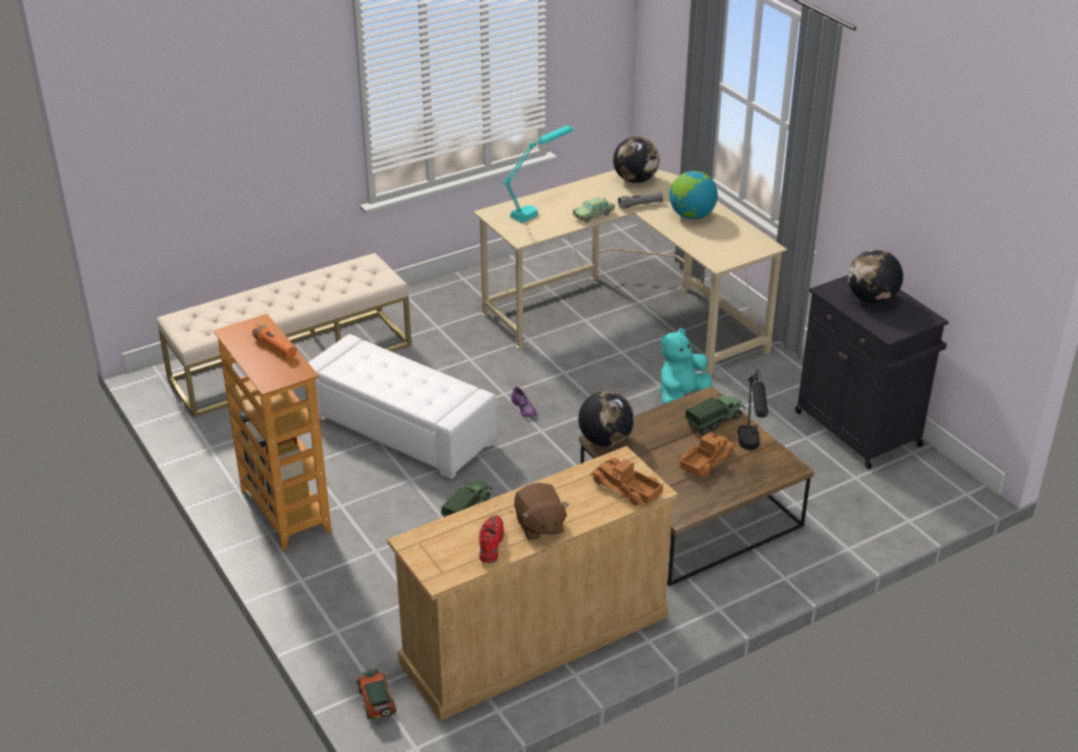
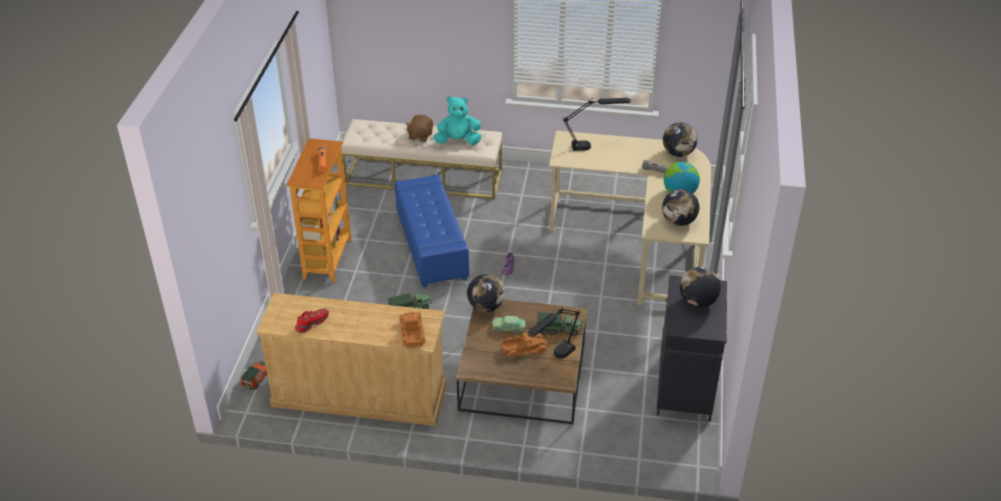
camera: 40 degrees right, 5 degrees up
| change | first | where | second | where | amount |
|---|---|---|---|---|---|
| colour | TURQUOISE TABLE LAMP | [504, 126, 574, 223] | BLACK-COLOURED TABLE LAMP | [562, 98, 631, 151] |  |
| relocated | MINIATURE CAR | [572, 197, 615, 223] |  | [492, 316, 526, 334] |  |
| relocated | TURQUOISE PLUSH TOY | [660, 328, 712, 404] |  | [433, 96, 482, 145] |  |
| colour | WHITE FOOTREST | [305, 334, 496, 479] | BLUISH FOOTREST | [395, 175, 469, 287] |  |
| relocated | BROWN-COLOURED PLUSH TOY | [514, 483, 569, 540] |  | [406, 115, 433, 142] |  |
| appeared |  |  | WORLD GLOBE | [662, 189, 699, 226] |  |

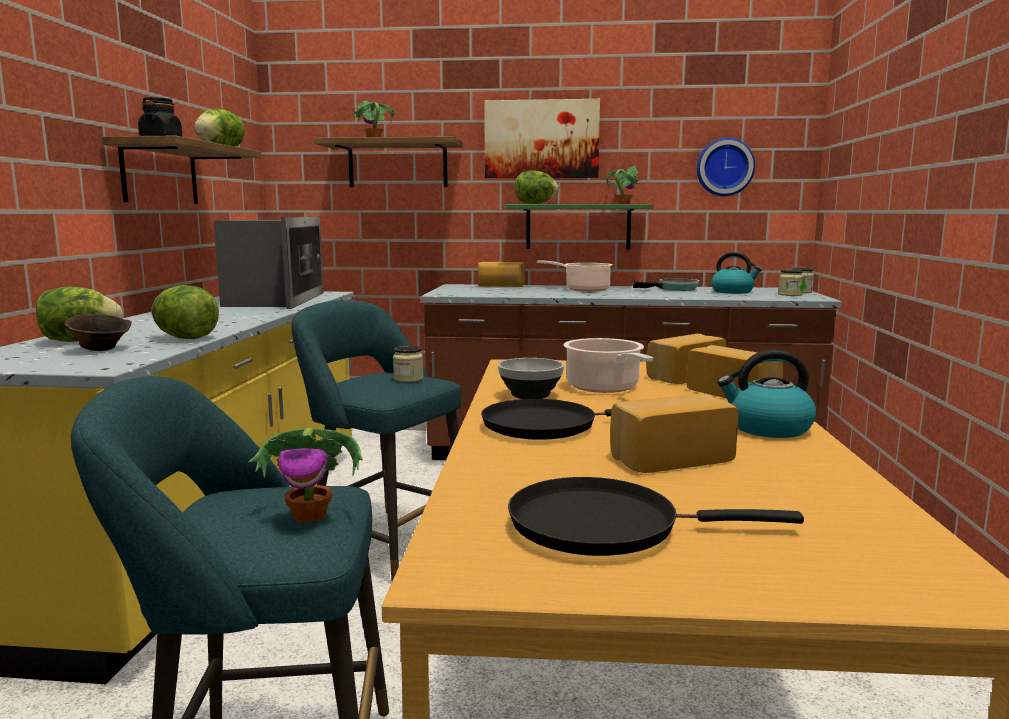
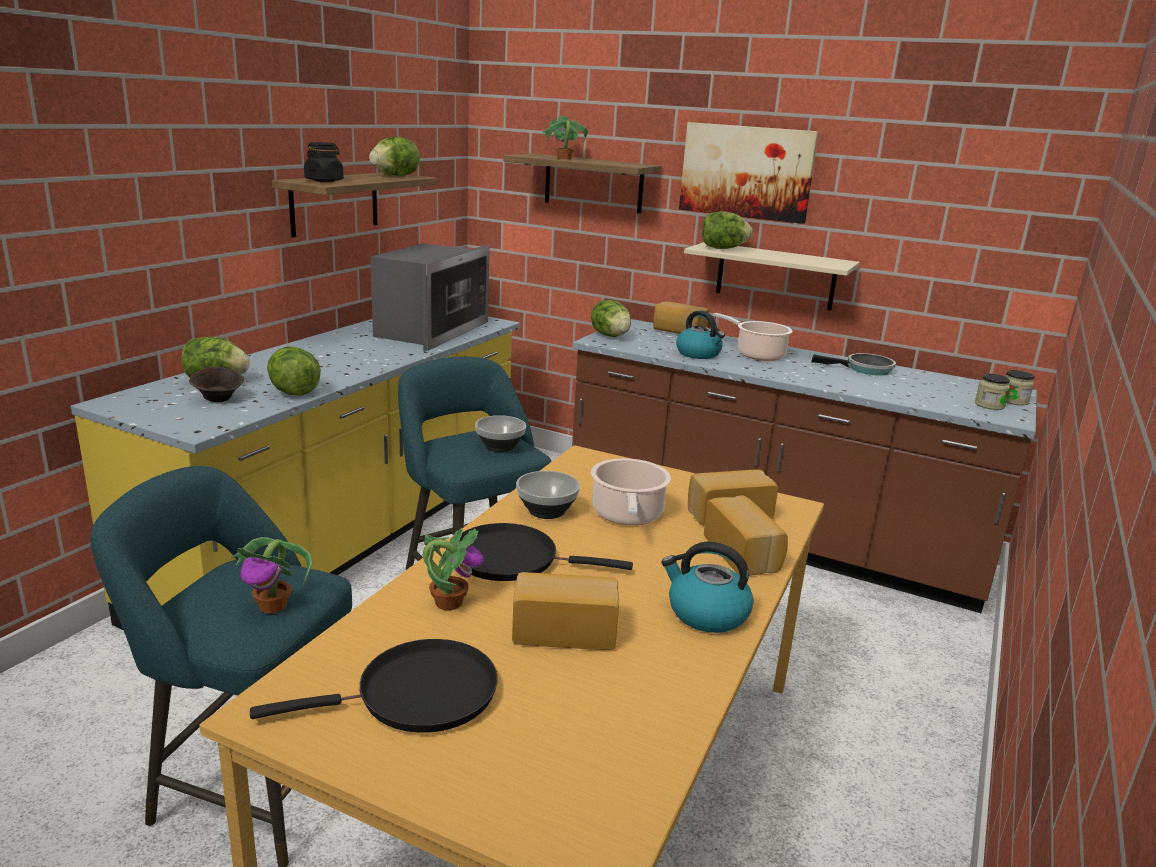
camera: 20 degrees right, 10 degrees up
| change | first | where | second | where | amount |
|---|---|---|---|---|---|
| missing | WALL CLOCK | [697, 138, 755, 196] |  |  |  |
| relocated | HOUSEPLANT | [606, 166, 640, 204] |  | [423, 528, 484, 610] |  |
| colour | GREEN WALL SHELF | [505, 204, 653, 249] | BEIGE-COLOURED WALL SHELF | [684, 242, 860, 310] |  |
| relocated | TEA KETTLE | [711, 252, 762, 294] |  | [676, 310, 725, 359] |  |
| exchanged | PRESERVE JAR | [393, 346, 424, 382] | DEEP DISH | [475, 415, 526, 452] |  |
| spun | BLACK-COLOURED PAN | [508, 477, 804, 556] |  | [250, 639, 498, 733] | 135 degrees clockwise |
| appeared |  |  | LETTUCE HEAD | [591, 300, 631, 337] |  |

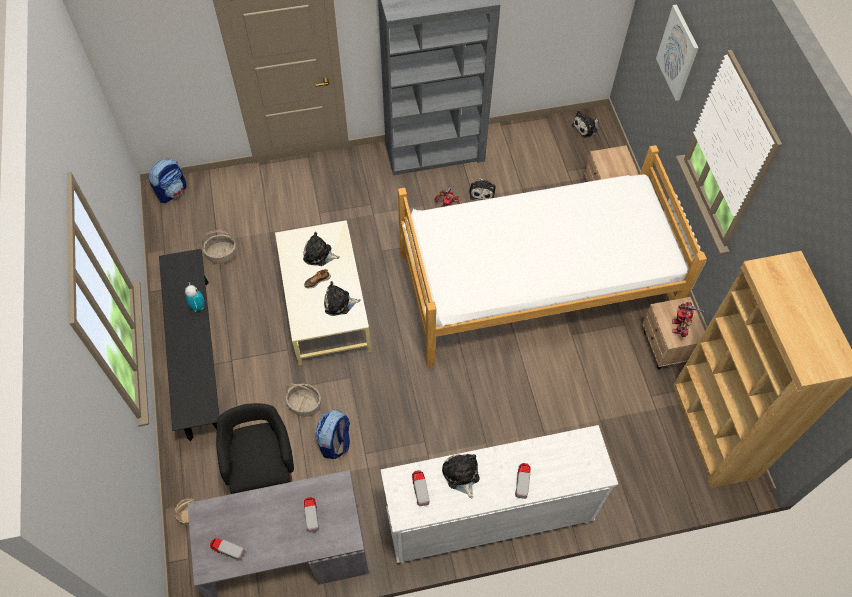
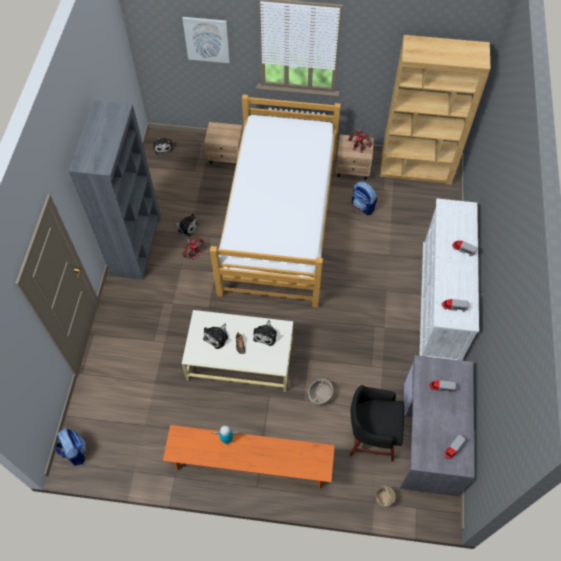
camera: 70 degrees left, 0 degrees up
| change | first | where | second | where | amount |
|---|---|---|---|---|---|
| missing | HOUSEHOLD BASKET | [202, 230, 237, 264] |  |  |  |
| colour | BLACK-COLOURED LONG SEAT | [159, 249, 219, 441] | ORANGE-COLOURED LONG SEAT | [163, 425, 335, 489] |  |
| relocated | RUCKSACK | [315, 410, 350, 459] |  | [352, 181, 377, 215] |  |
| missing | PLUSH TOY | [442, 454, 480, 498] |  |  |  |

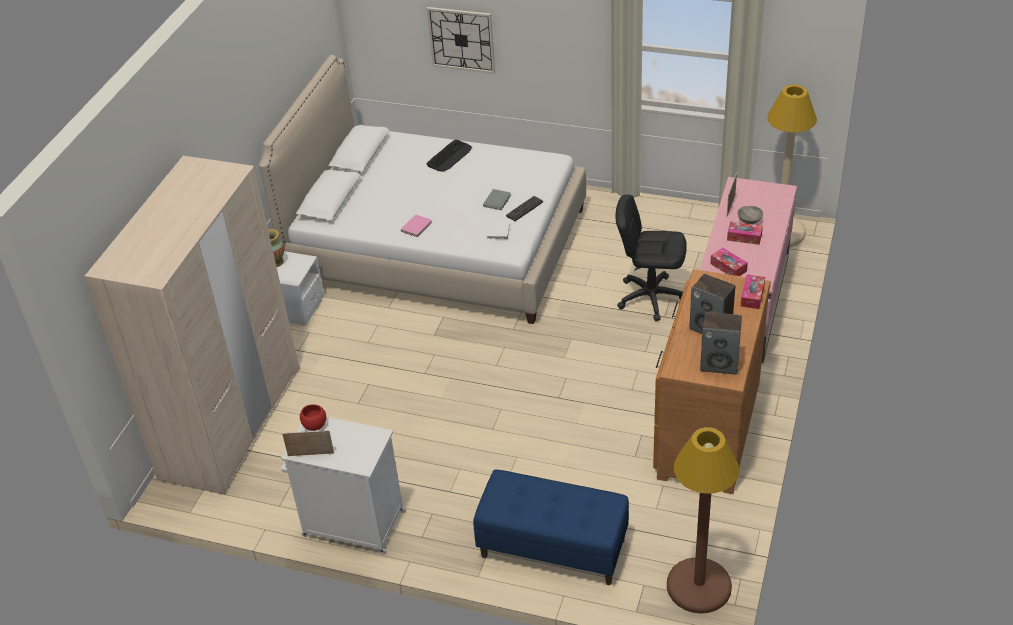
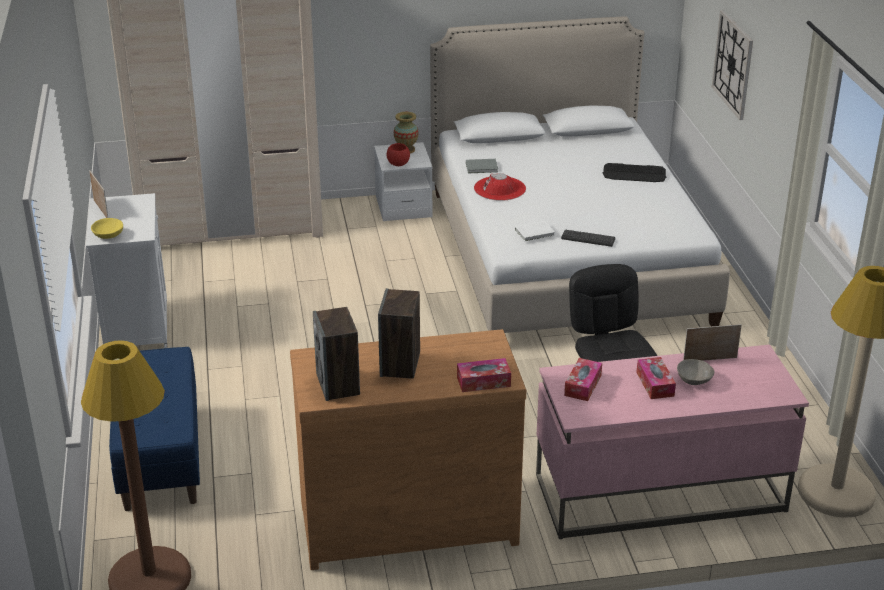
camera: 60 degrees right, 10 degrees down
| change | first | where | second | where | amount |
|---|---|---|---|---|---|
| relocated | GRAY BOUND BOOK | [483, 189, 511, 210] |  | [466, 159, 498, 173] |  |
| exchanged | PINK BOUND BOOK | [401, 214, 432, 237] | RED CLOTHING HAT | [474, 173, 526, 201] |  |
| relocated | RED DEEP DISH | [300, 404, 326, 431] |  | [387, 143, 410, 166] |  |
| appeared |  |  | YELLOW DEEP DISH | [91, 218, 123, 239] |  |

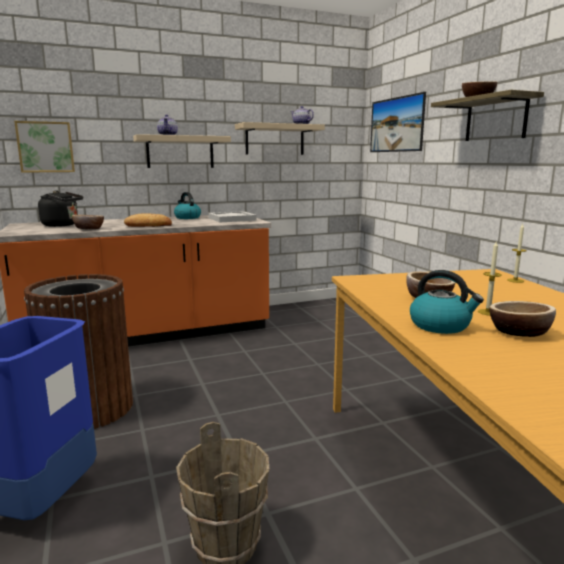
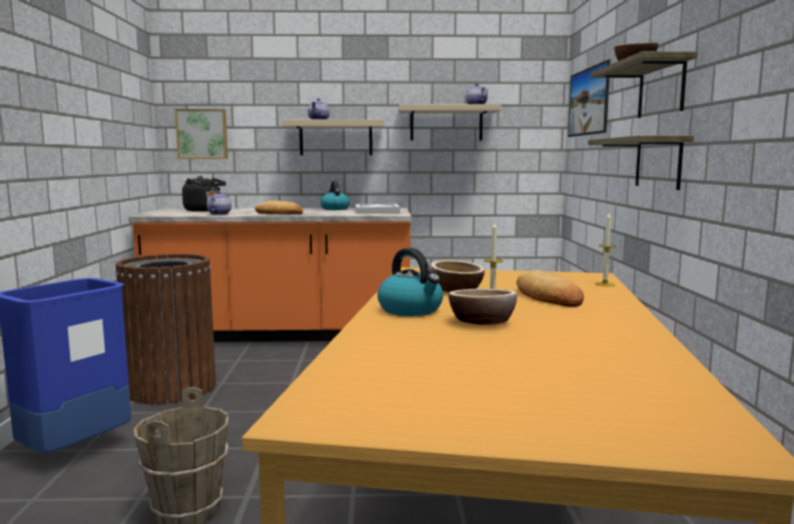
camera: 20 degrees right, 5 degrees down
| change | first | where | second | where | amount |
|---|---|---|---|---|---|
| exchanged | DEEP DISH | [72, 215, 104, 229] | TEAPOT | [207, 191, 231, 215] |  |
| appeared |  |  | WALL SHELF | [588, 135, 694, 190] |  |
| appeared |  |  | BAKED BREAD | [516, 270, 584, 307] |  |

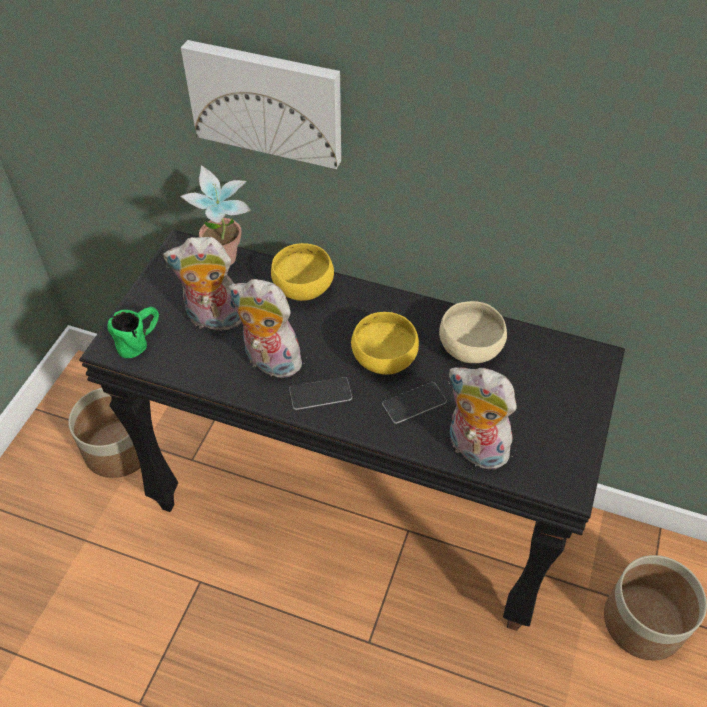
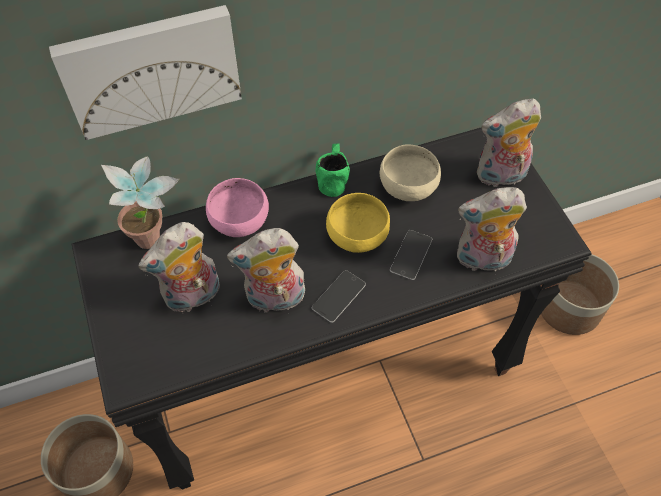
camera: 40 degrees left, 5 degrees up
| change | first | where | second | where | amount |
|---|---|---|---|---|---|
| colour | YELLOW DEEP DISH | [271, 243, 334, 301] | PINK DEEP DISH | [206, 178, 269, 237] |  |
| relocated | GREEN MUG | [107, 307, 159, 358] |  | [315, 143, 350, 197] |  |
| appeared |  |  | PLUSH TOY | [477, 99, 541, 188] |  |

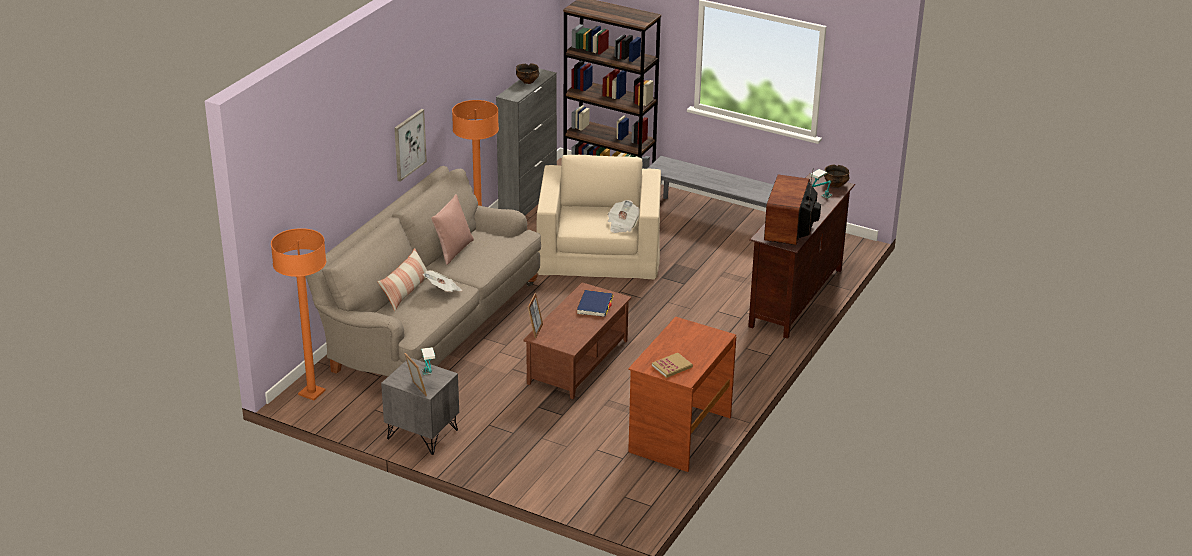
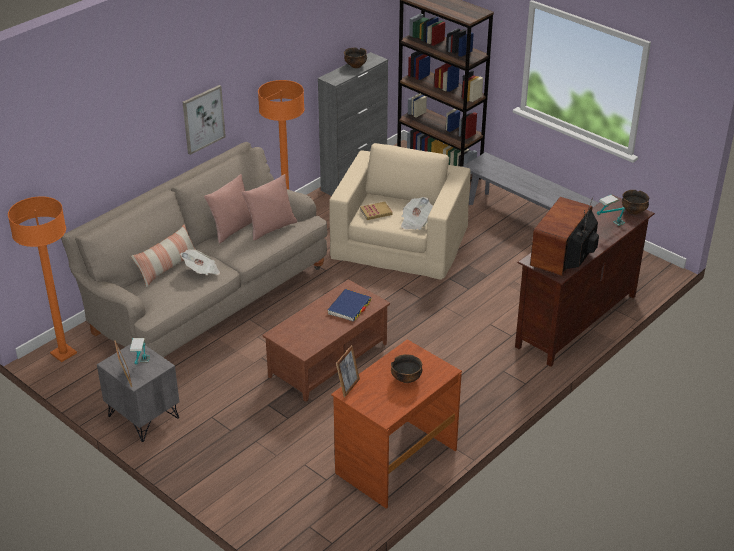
camera: 15 degrees right, 5 degrees up
| change | first | where | second | where | amount |
|---|---|---|---|---|---|
| relocated | PICTURE FRAME | [528, 293, 543, 338] |  | [336, 345, 360, 397] |  |
| relocated | BOUND BOOK | [652, 353, 693, 378] |  | [360, 202, 393, 220] |  |
| appeared |  |  | PINK CUSHION | [242, 174, 297, 240] |  |
| appeared |  |  | DEEP DISH | [391, 354, 422, 383] |  |

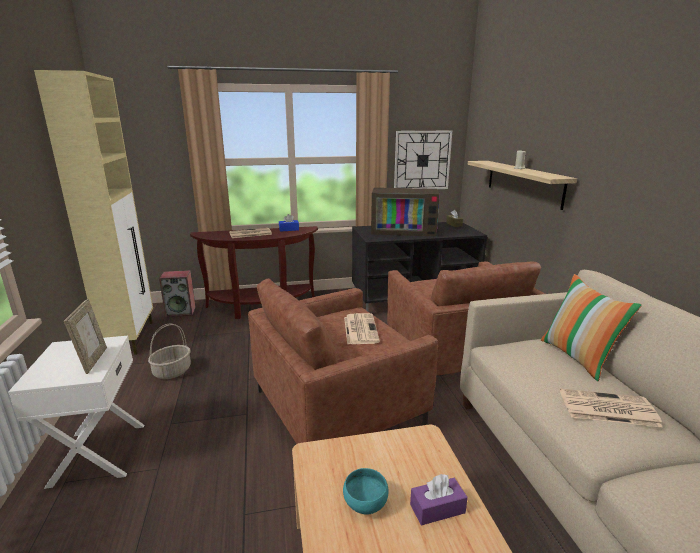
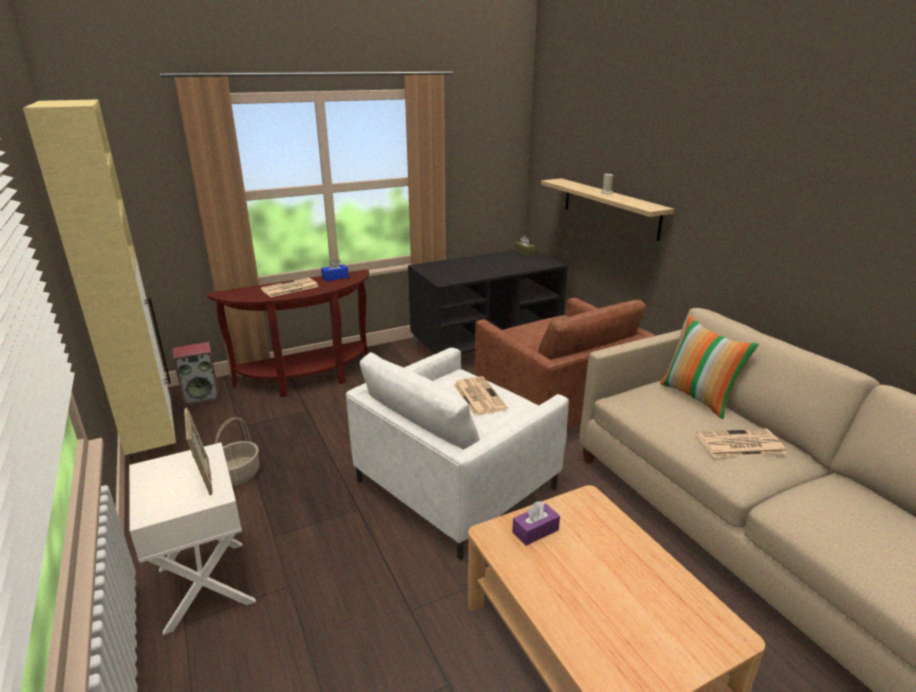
camera: 15 degrees left, 5 degrees up
| change | first | where | second | where | amount |
|---|---|---|---|---|---|
| missing | WALL CLOCK | [394, 131, 452, 189] |  |  |  |
| missing | TV | [371, 188, 440, 236] |  |  |  |
| colour | BROWN-COLOURED EASY CHAIR | [248, 278, 438, 444] | WHITE EASY CHAIR | [346, 348, 569, 560] |  |
| missing | TURQUOISE DEEP DISH | [343, 468, 388, 514] |  |  |  |
| relocated | PURPLE-COLOURED TISSUE BOX | [410, 474, 468, 525] |  | [512, 501, 560, 546] |  |

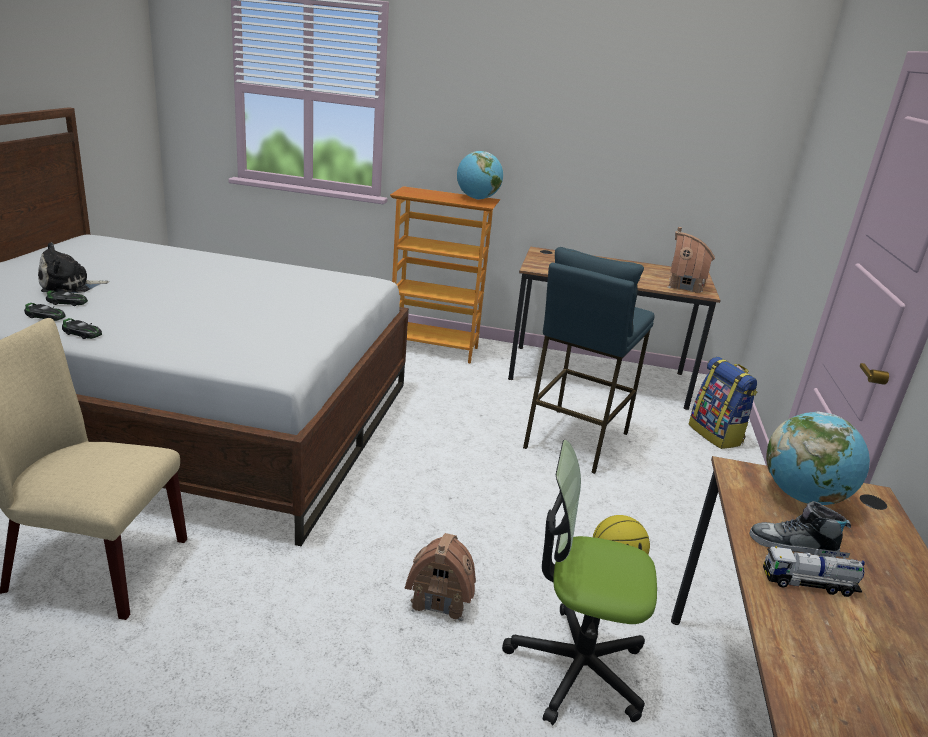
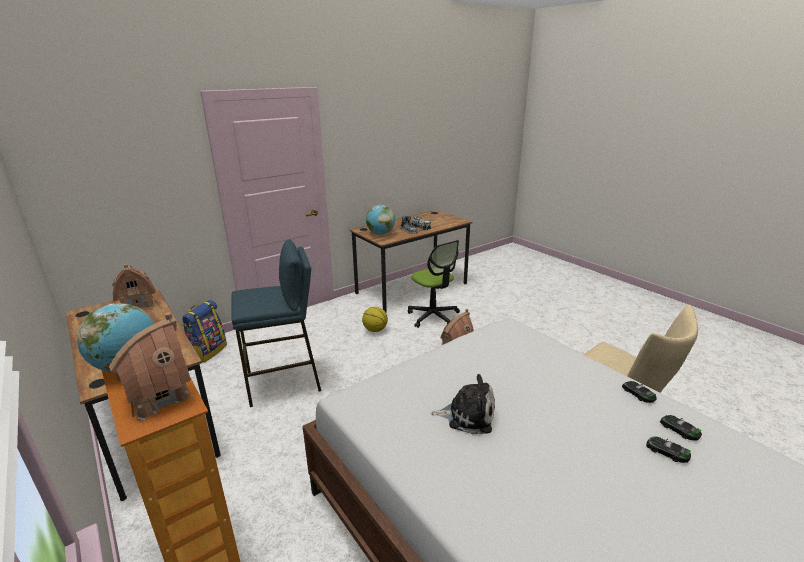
camera: 135 degrees left, 0 degrees up
| change | first | where | second | where | amount |
|---|---|---|---|---|---|
| relocated | PLUSH TOY | [38, 242, 110, 293] |  | [431, 374, 495, 434] |  |
| appeared |  |  | TOY HOUSE | [109, 312, 193, 421] |  |

